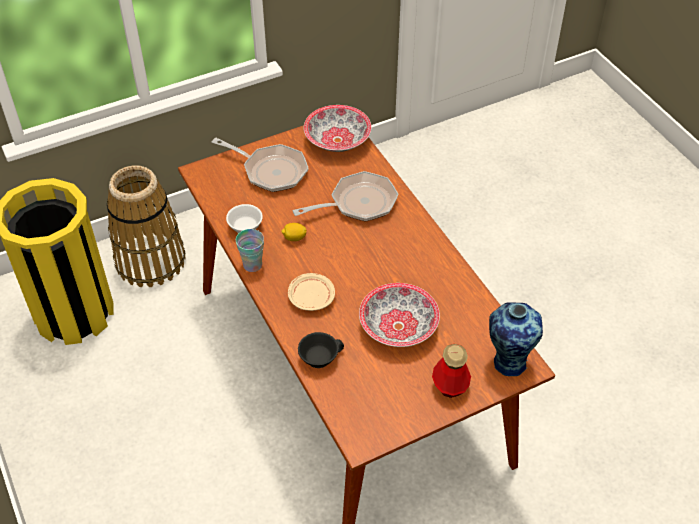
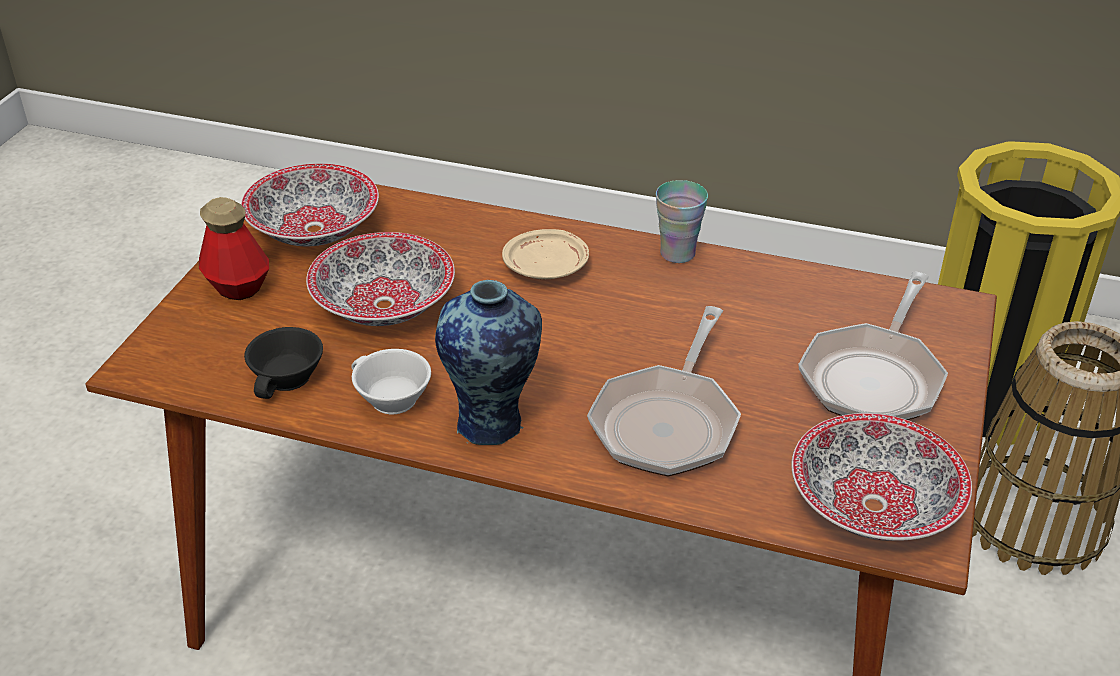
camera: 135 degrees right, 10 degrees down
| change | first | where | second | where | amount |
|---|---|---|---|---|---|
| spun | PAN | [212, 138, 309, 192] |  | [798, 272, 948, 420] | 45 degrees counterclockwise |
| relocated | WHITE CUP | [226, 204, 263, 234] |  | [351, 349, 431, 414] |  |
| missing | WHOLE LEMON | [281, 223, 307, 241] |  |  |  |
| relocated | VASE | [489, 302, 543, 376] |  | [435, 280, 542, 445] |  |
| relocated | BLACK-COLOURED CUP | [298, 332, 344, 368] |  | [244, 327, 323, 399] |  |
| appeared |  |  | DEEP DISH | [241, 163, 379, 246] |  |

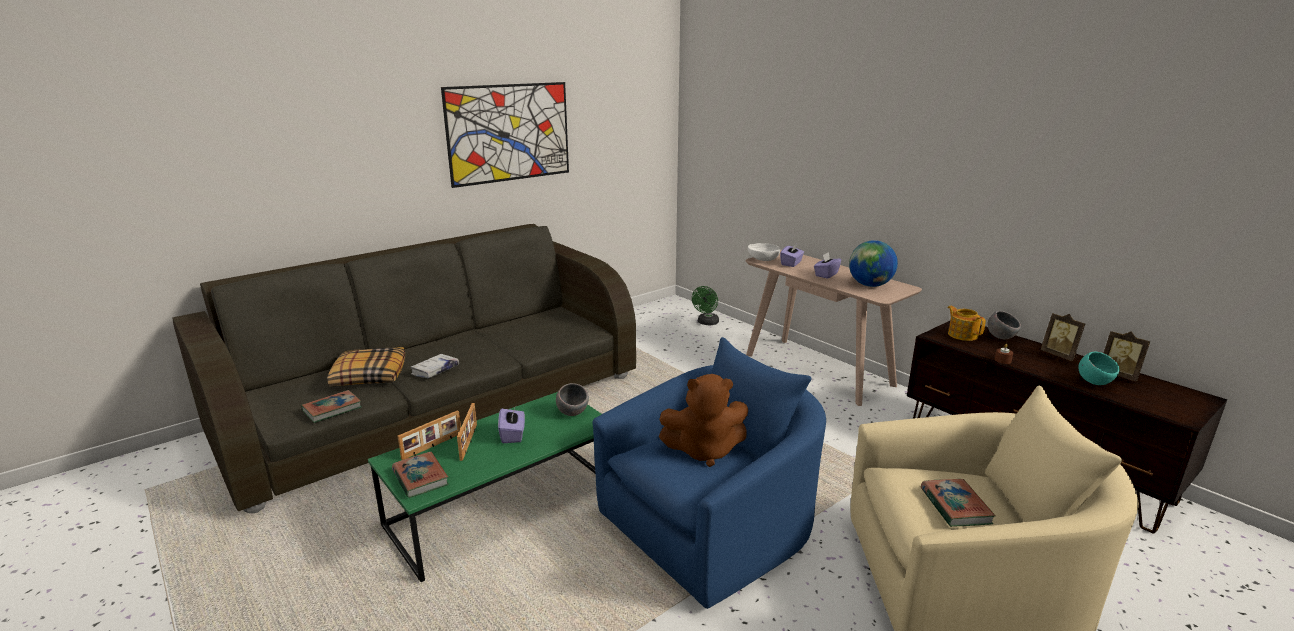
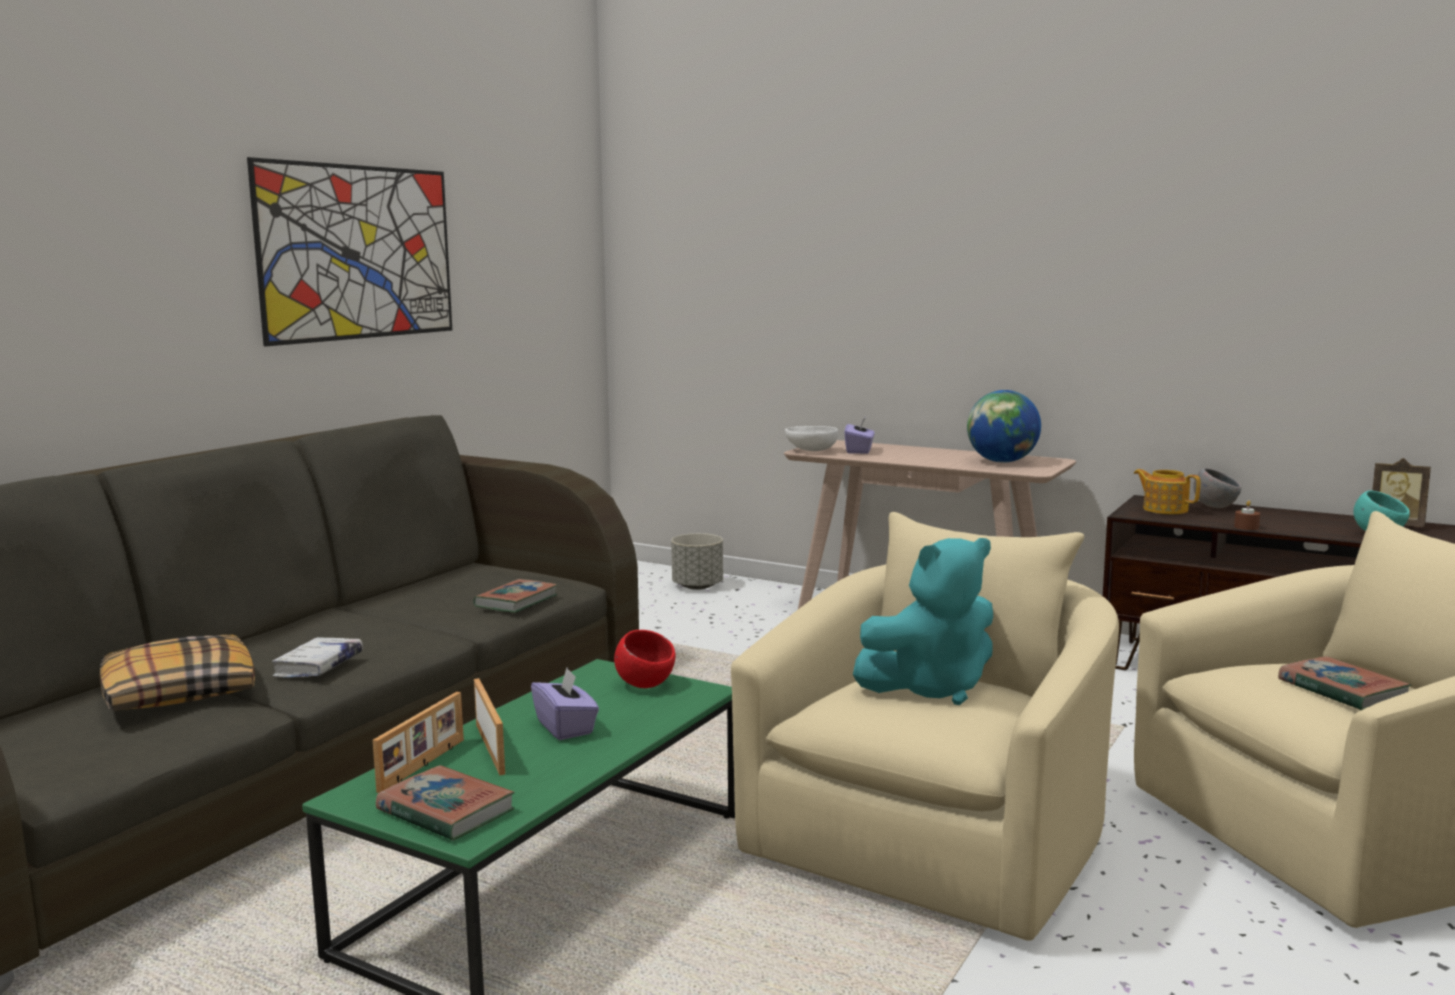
camera: 20 degrees left, 10 degrees down
| change | first | where | second | where | amount |
|---|---|---|---|---|---|
| missing | PURPLE-COLOURED TISSUE BOX | [814, 252, 841, 279] |  |  |  |
| exchanged | GREEN ELECTRIC FAN | [692, 286, 719, 325] | GRAY PLANT POT | [671, 533, 723, 590] |  |
| missing | PICTURE FRAME | [1040, 313, 1086, 361] |  |  |  |
| colour | BLUISH EASY CHAIR | [593, 337, 826, 609] | BEIGE-COLOURED EASY CHAIR | [731, 512, 1119, 941] |  |
| colour | BROWN-COLOURED PLUSH TOY | [659, 374, 748, 467] | TURQUOISE PLUSH TOY | [853, 538, 993, 705] |  |
| colour | GRAY DEEP DISH | [556, 383, 589, 416] | RED DEEP DISH | [614, 630, 676, 688] |  |
| relocated | BOUND BOOK | [301, 390, 362, 423] |  | [473, 579, 557, 613] |  |

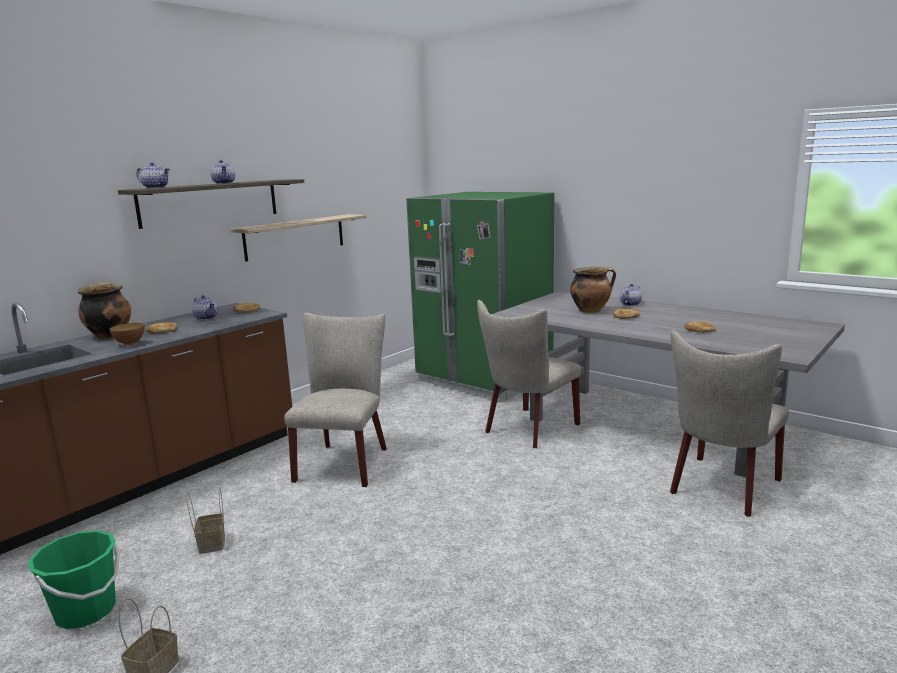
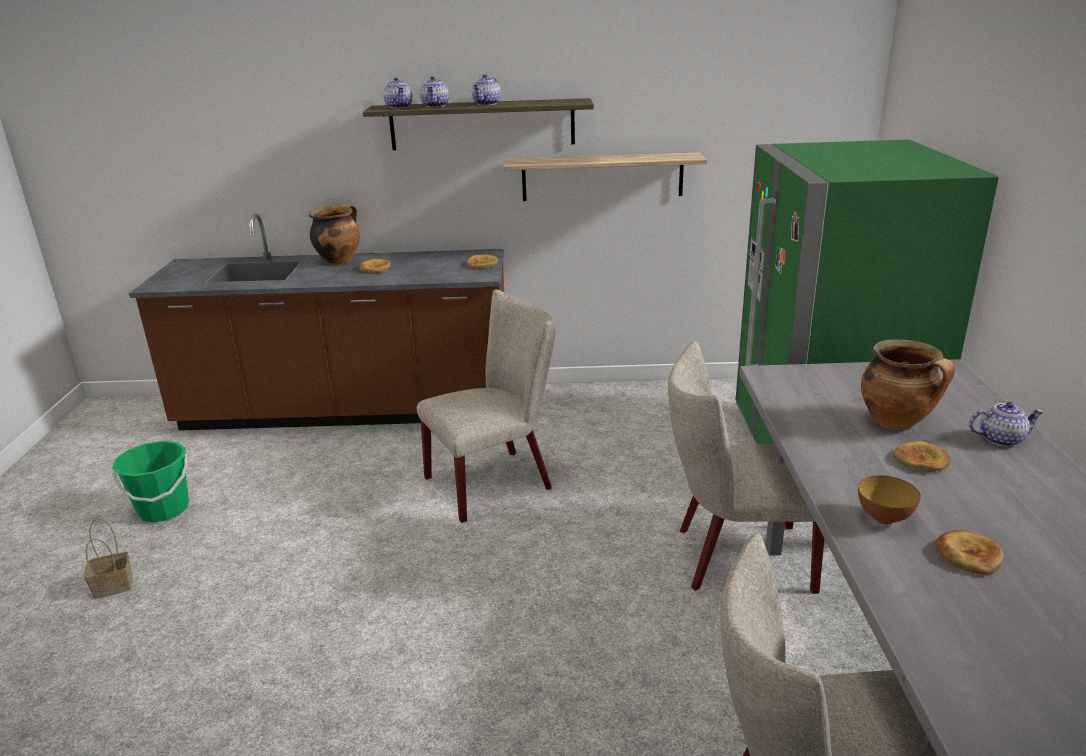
camera: 50 degrees right, 10 degrees up
| change | first | where | second | where | amount |
|---|---|---|---|---|---|
| relocated | TEAPOT | [192, 295, 218, 320] |  | [420, 76, 449, 107] |  |
| relocated | DEEP DISH | [109, 323, 145, 346] |  | [858, 475, 921, 524] |  |
| missing | HOUSEHOLD BASKET | [186, 488, 225, 554] |  |  |  |

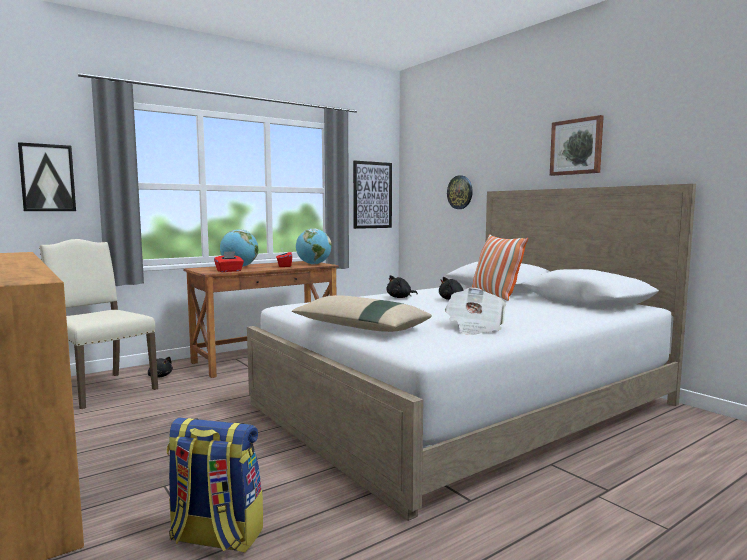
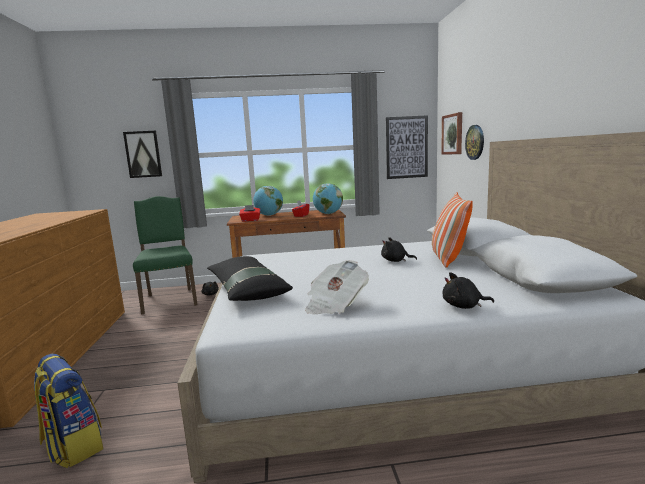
camera: 30 degrees right, 5 degrees up
| change | first | where | second | where | amount |
|---|---|---|---|---|---|
| relocated | PICTURE | [550, 115, 604, 176] |  | [441, 112, 462, 154] |  |
| colour | BEIGE-COLOURED UPRIGHT CHAIR | [39, 239, 158, 409] | GREEN UPRIGHT CHAIR | [133, 196, 198, 315] |  |
| relocated | BLACK-COLOURED PLUSH TOY | [387, 275, 418, 298] |  | [443, 272, 494, 309] |  |
| colour | BEIGE-COLOURED CUSHION | [292, 295, 432, 332] | BLACK-COLOURED CUSHION | [207, 256, 293, 301] |  |

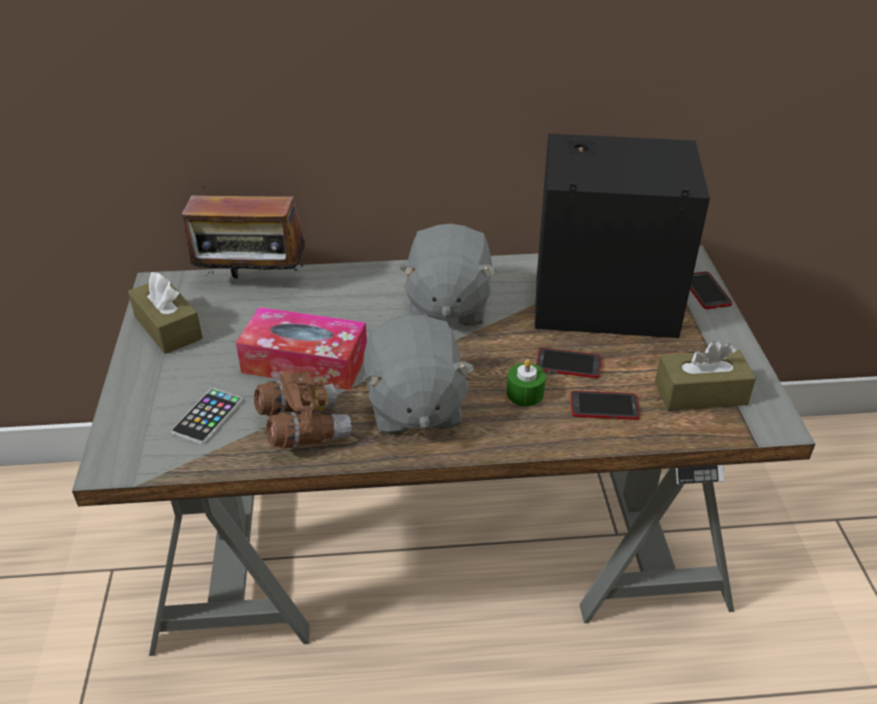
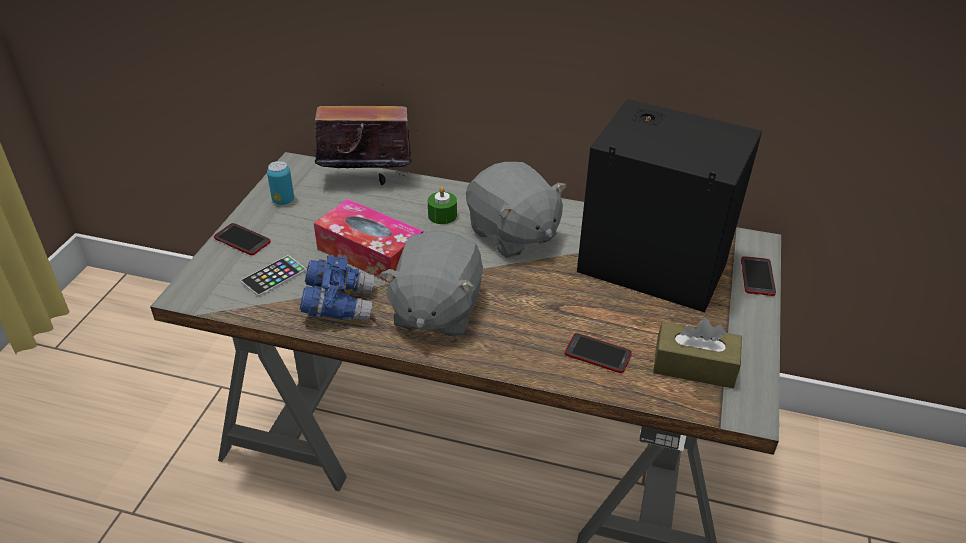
camera: 20 degrees right, 0 degrees up
| change | first | where | second | where | amount |
|---|---|---|---|---|---|
| spun | RADIO | [182, 187, 305, 283] |  | [313, 84, 418, 185] | 150 degrees clockwise |
| spun | GRAY PLUSH TOY | [399, 224, 497, 327] |  | [466, 162, 566, 258] | 60 degrees counterclockwise |
| exchanged | BROWN-COLOURED TISSUE BOX | [128, 272, 203, 354] | SEALED CAN | [267, 161, 294, 205] |  |
| relocated | PHONE | [536, 348, 602, 378] |  | [214, 223, 271, 255] |  |
| relocated | GREEN WAX CANDLE | [507, 359, 546, 406] |  | [428, 186, 457, 224] |  |
| colour | BROWN-COLOURED FIELD GLASSES | [254, 371, 352, 448] | BLUISH FIELD GLASSES | [300, 255, 375, 322] |  |

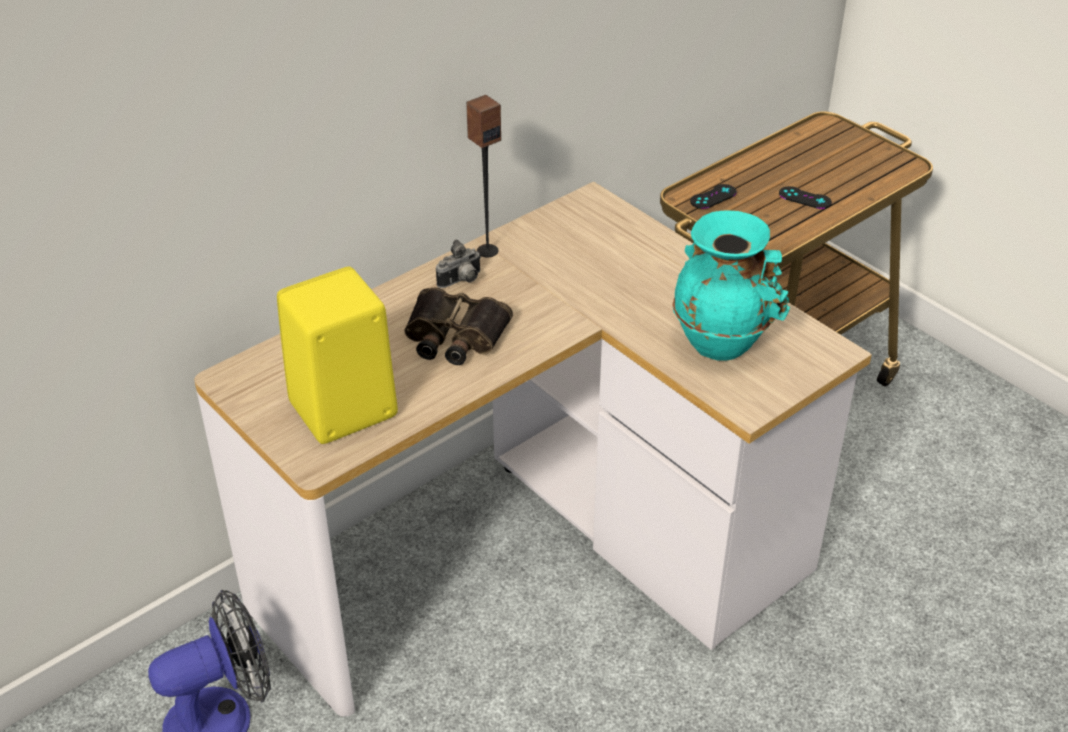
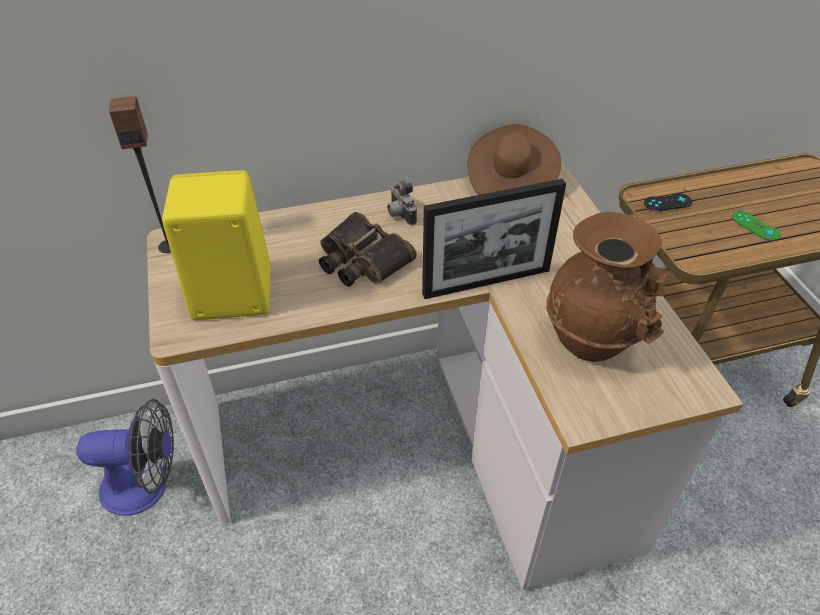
camera: 25 degrees right, 5 degrees up
| change | first | where | second | where | amount |
|---|---|---|---|---|---|
| relocated | SPEAKER | [466, 95, 501, 257] |  | [109, 96, 171, 253] |  |
| colour | BLACK-COLOURED GAMEPAD | [779, 186, 832, 209] | GREEN GAMEPAD | [732, 211, 781, 241] |  |
| colour | TURQUOISE VASE | [672, 211, 790, 361] | BROWN-COLOURED VASE | [546, 212, 668, 362] |  |
| spun | PHOTO CAMERA | [436, 239, 481, 288] |  | [387, 180, 417, 225] | 75 degrees clockwise |
| appeared |  |  | BROWN-COLOURED CLOTHING HAT | [467, 124, 561, 195] |  |
| appeared |  |  | PICTURE FRAME | [422, 179, 566, 299] |  |

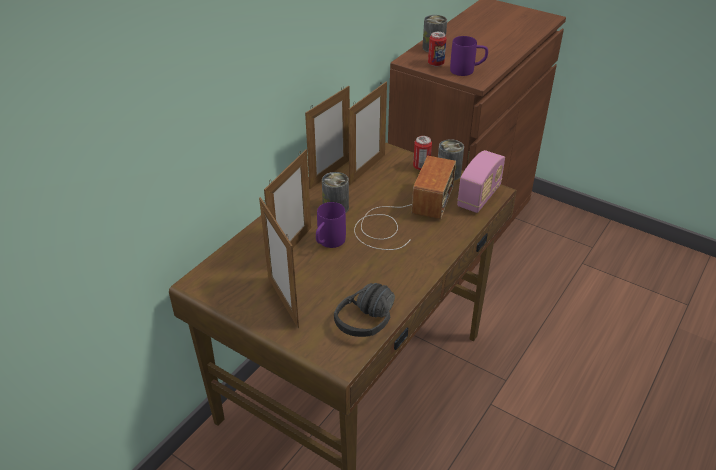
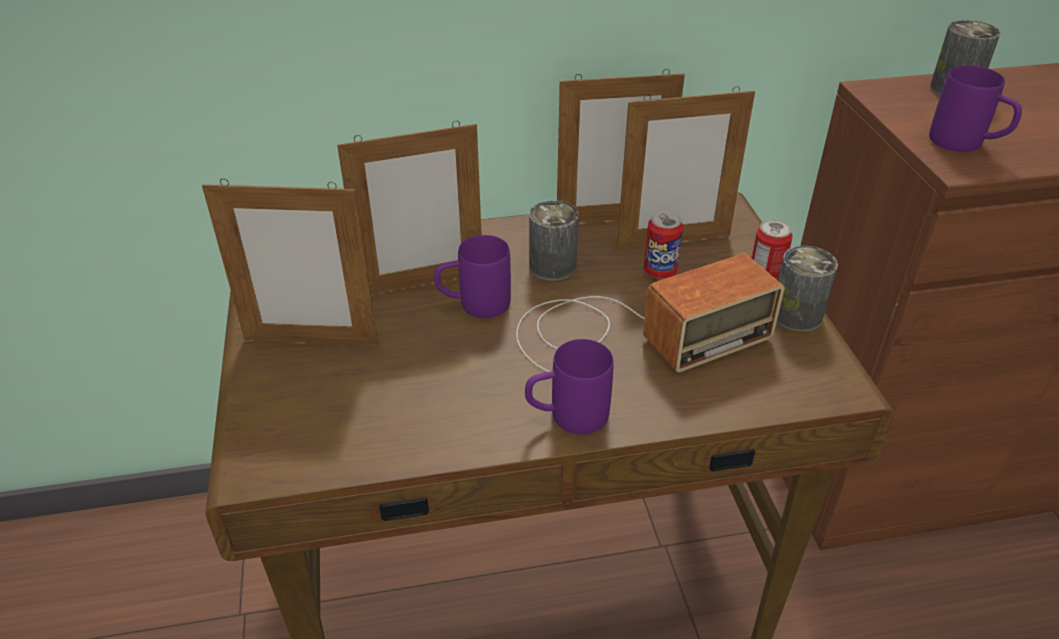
camera: 45 degrees right, 0 degrees up
| change | first | where | second | where | amount |
|---|---|---|---|---|---|
| relocated | SEALED CAN | [428, 32, 447, 67] |  | [644, 211, 683, 279] |  |
| missing | RADIO | [457, 150, 505, 213] |  |  |  |
| spun | PICTURE FRAME | [259, 197, 299, 328] |  | [202, 178, 378, 345] | 105 degrees counterclockwise |
| missing | BLACK-COLOURED HEADPHONES | [334, 283, 395, 337] |  |  |  |
| appeared |  |  | PURPLE-COLOURED MUG | [525, 339, 614, 435] |  |

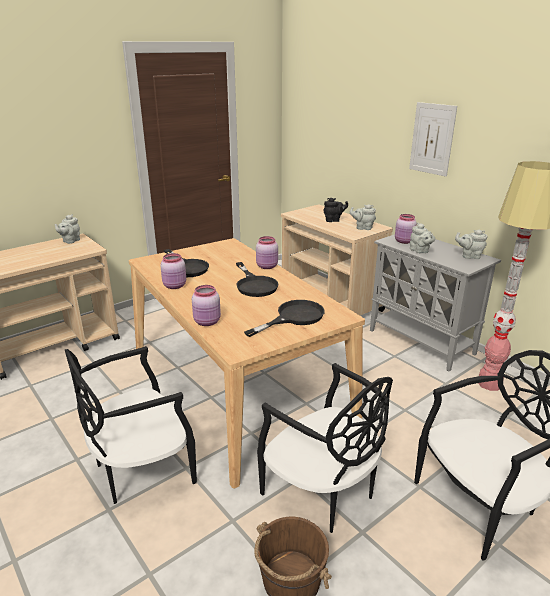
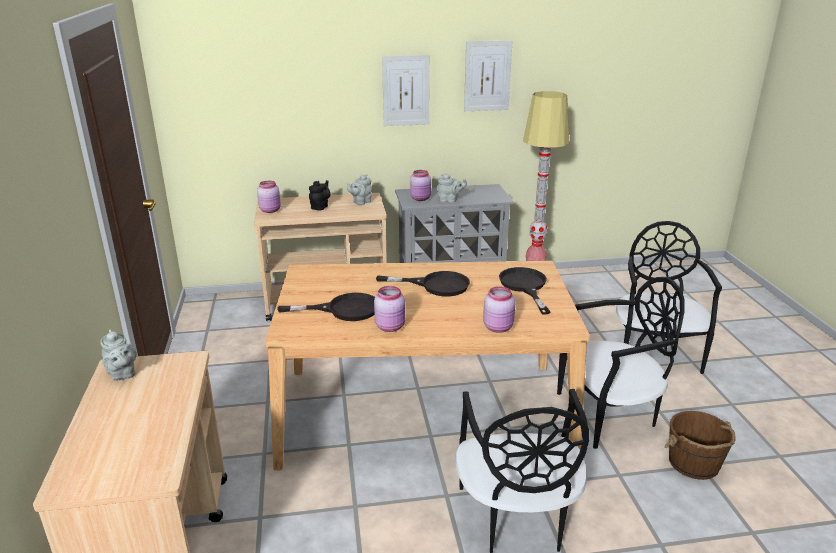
camera: 60 degrees left, 0 degrees up
| change | first | where | second | where | amount |
|---|---|---|---|---|---|
| missing | GRAY TEAPOT | [455, 230, 488, 259] |  |  |  |
| relocated | PINK PRESERVE JAR | [256, 236, 278, 269] |  | [257, 181, 281, 213] |  |
| appeared |  |  | PICTURE | [464, 40, 513, 111] |  |

